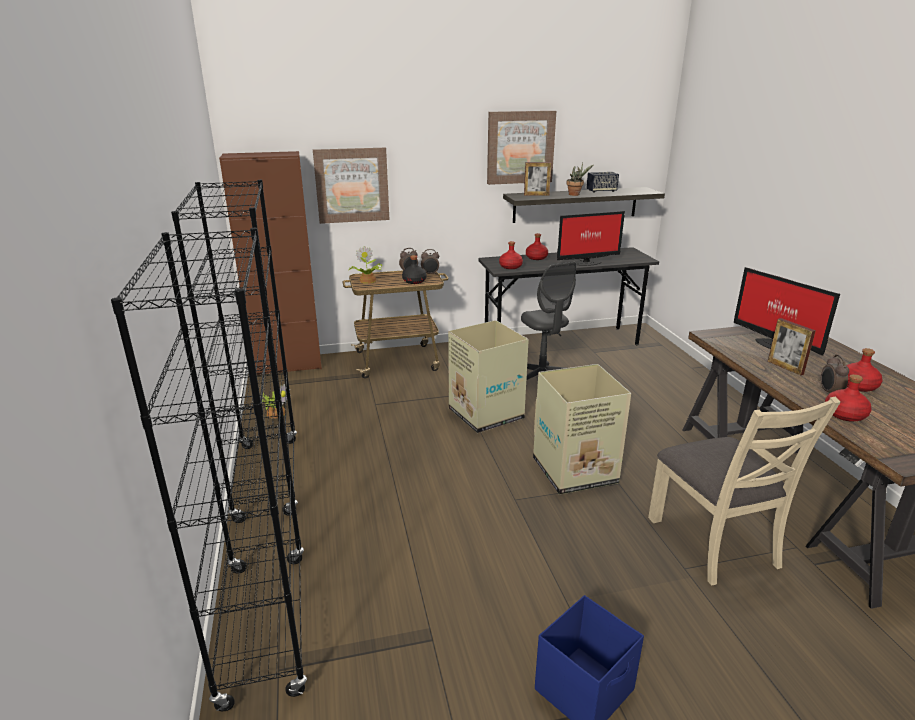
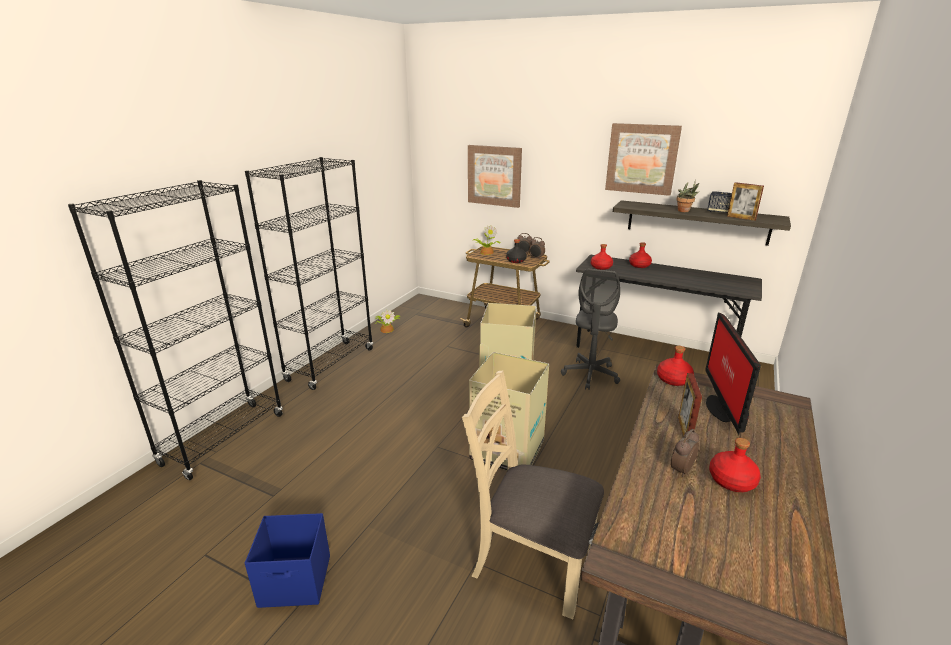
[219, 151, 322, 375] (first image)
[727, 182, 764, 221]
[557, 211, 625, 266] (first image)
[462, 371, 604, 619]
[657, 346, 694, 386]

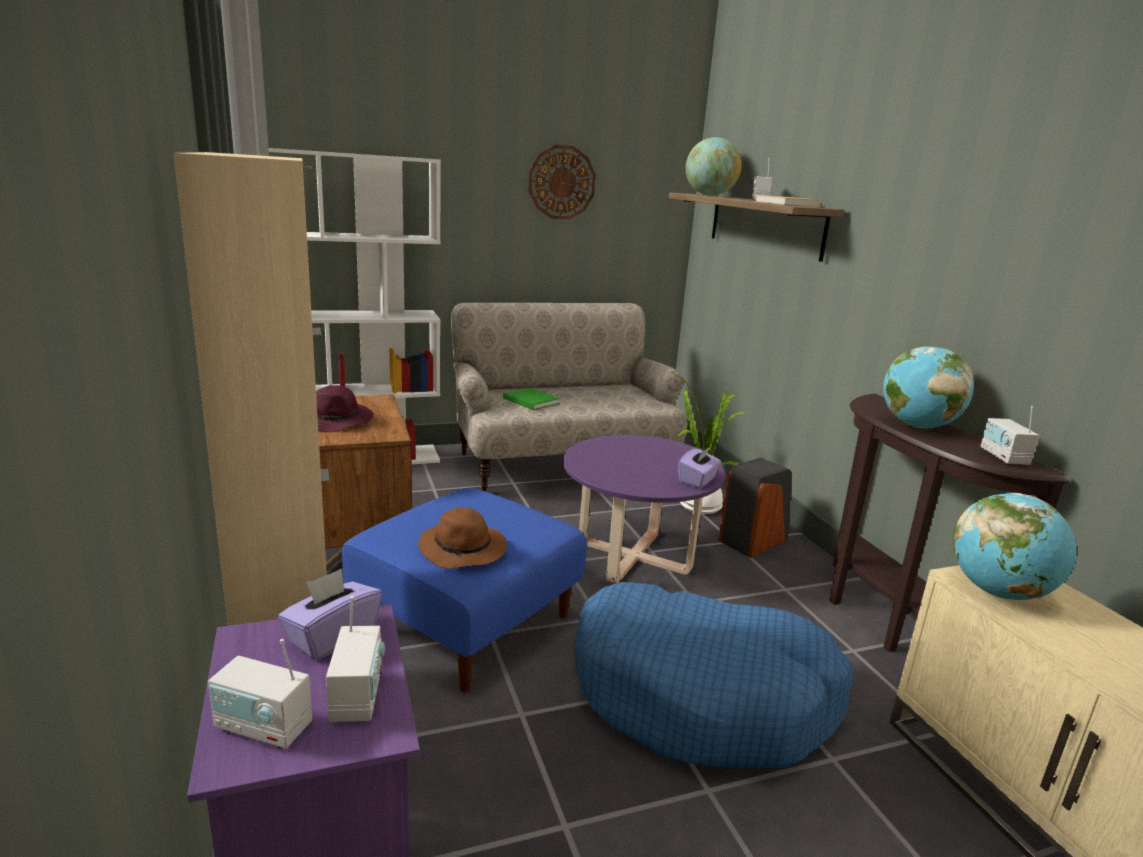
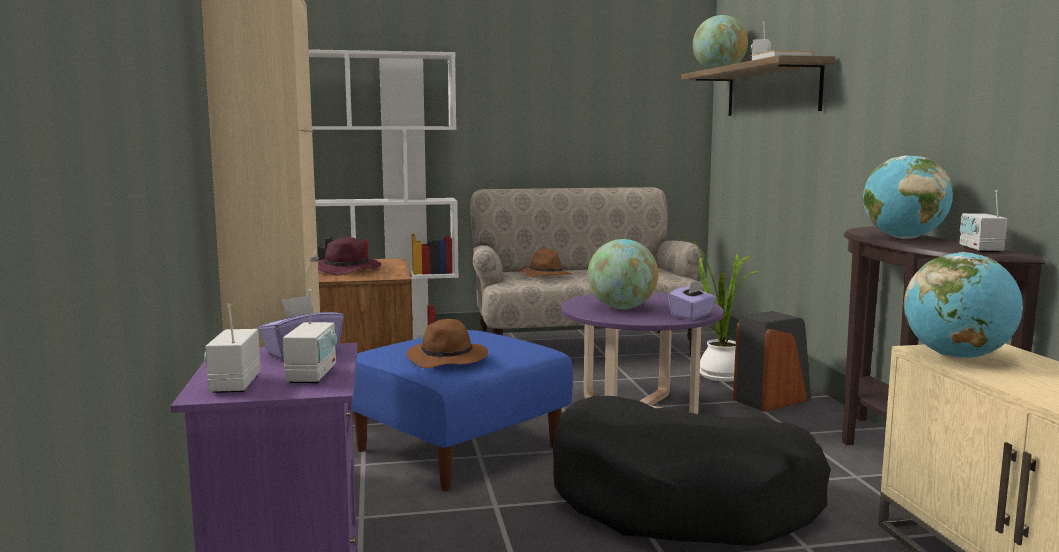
[204, 304, 261, 393]
[520, 249, 572, 278]
[528, 145, 596, 219] (first image)
[552, 396, 831, 546]
[588, 239, 658, 309]

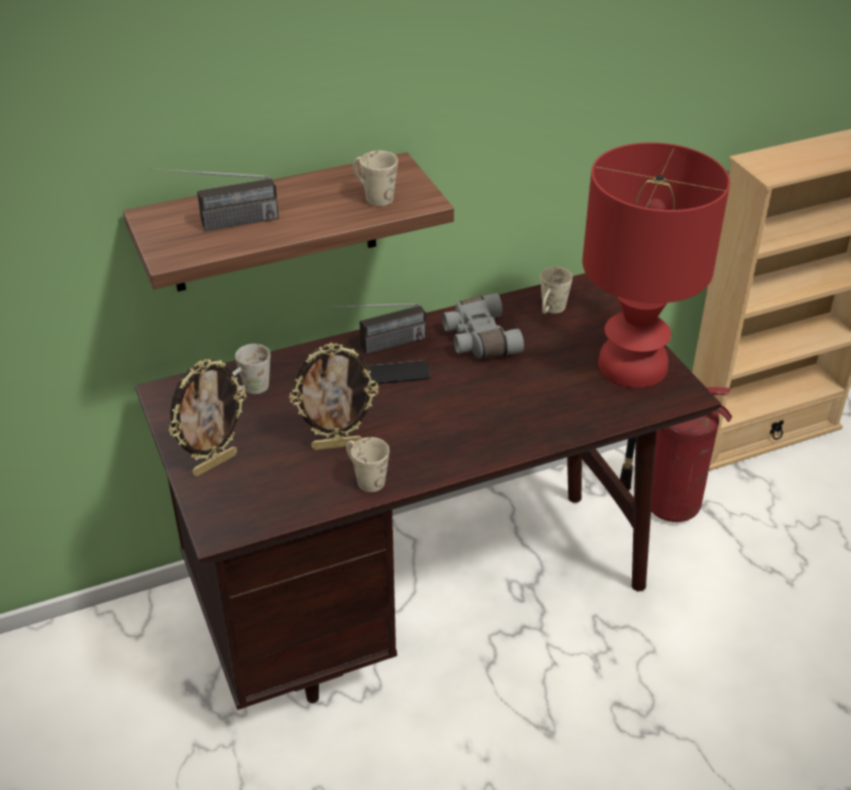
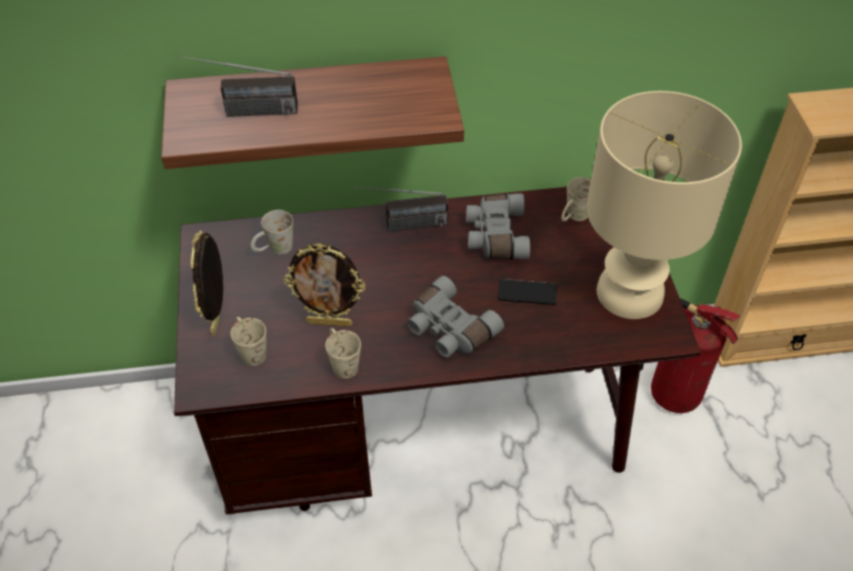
[190, 230, 223, 336]
[231, 317, 266, 366]
[498, 279, 557, 305]
[587, 91, 742, 319]
[407, 276, 504, 357]

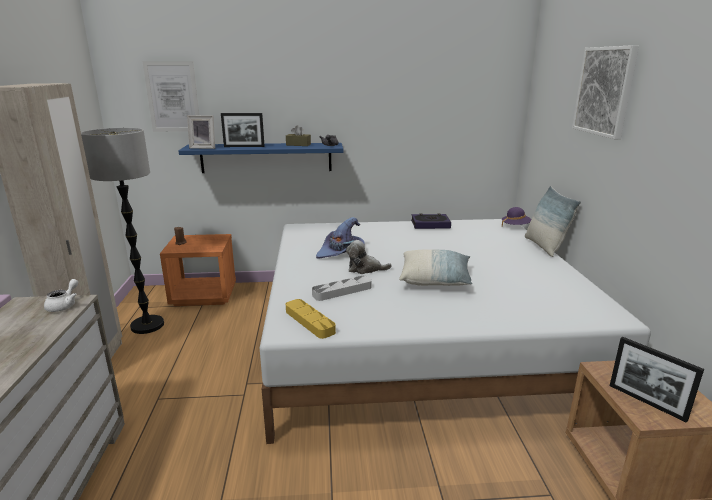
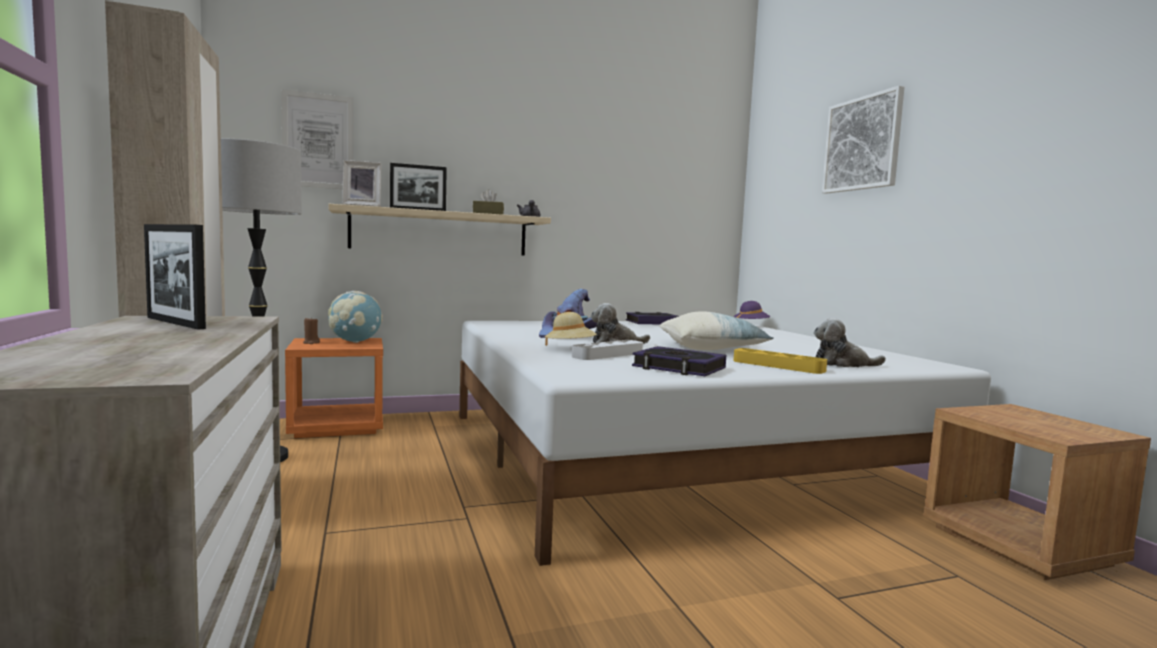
[44, 279, 78, 312] (first image)
[328, 204, 551, 256]
[733, 348, 827, 374]
[525, 186, 581, 257] (first image)
[144, 224, 206, 329]
[328, 291, 383, 343]
[545, 312, 597, 346]
[632, 346, 726, 376]
[813, 318, 886, 367]

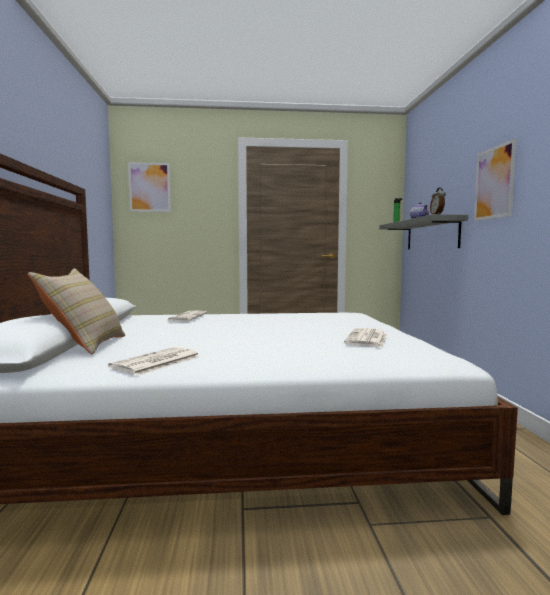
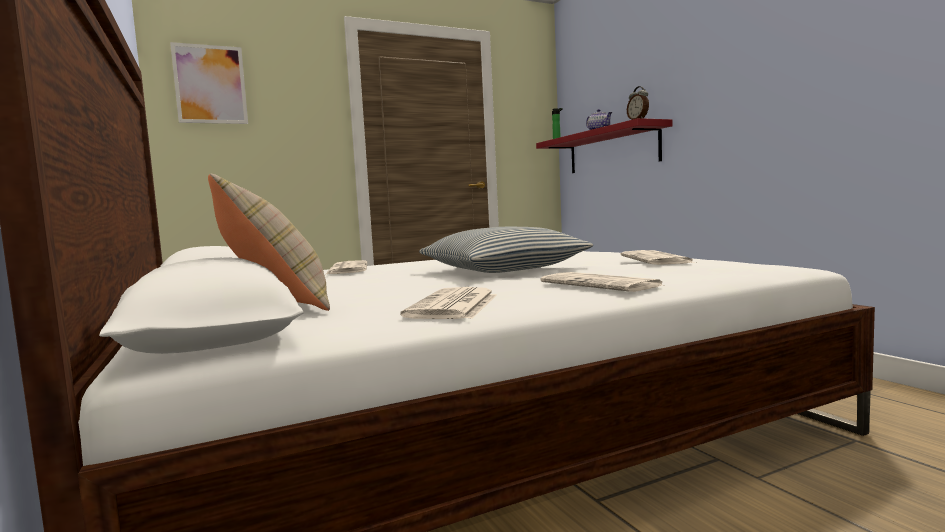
[536, 118, 672, 173]
[474, 138, 517, 221] (first image)
[419, 227, 593, 273]
[540, 272, 662, 292]

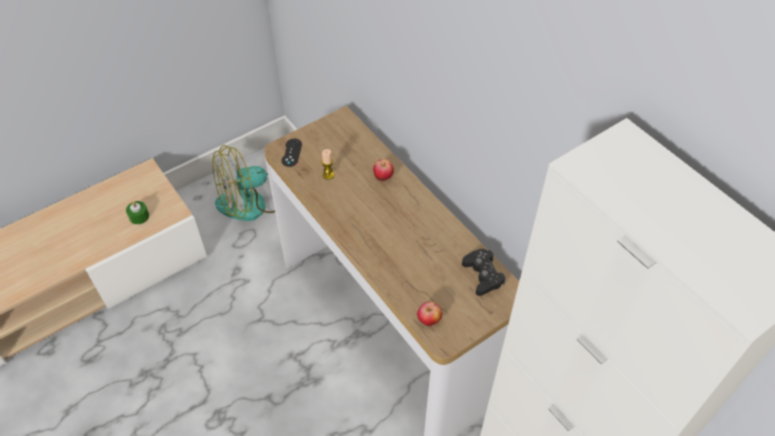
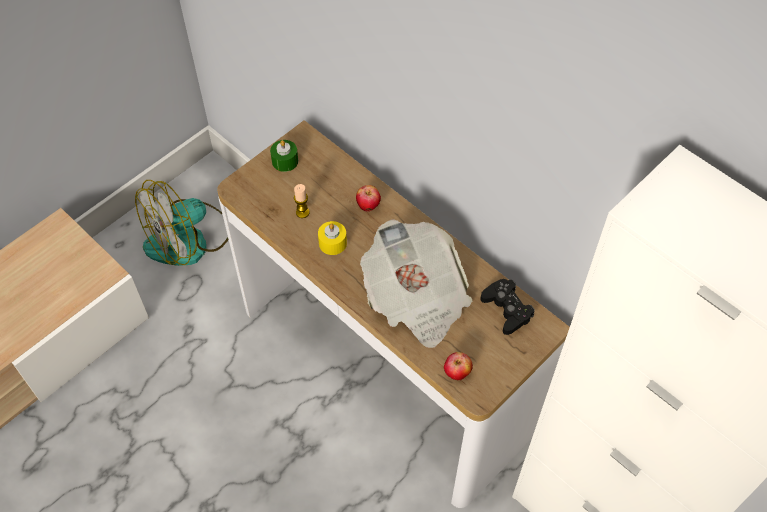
[270, 140, 298, 172]
[281, 139, 302, 167] (first image)
[318, 221, 347, 255]
[360, 219, 472, 348]

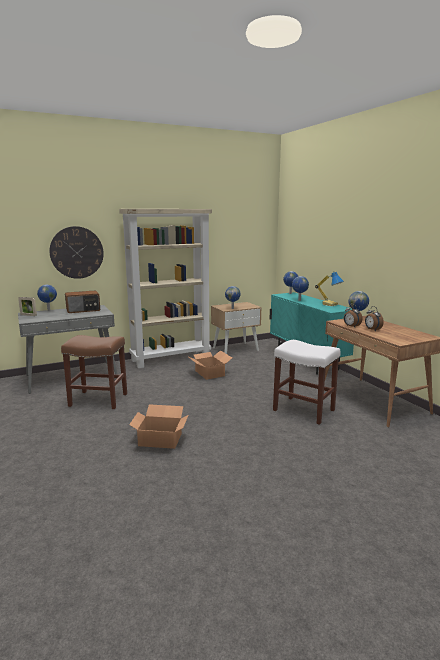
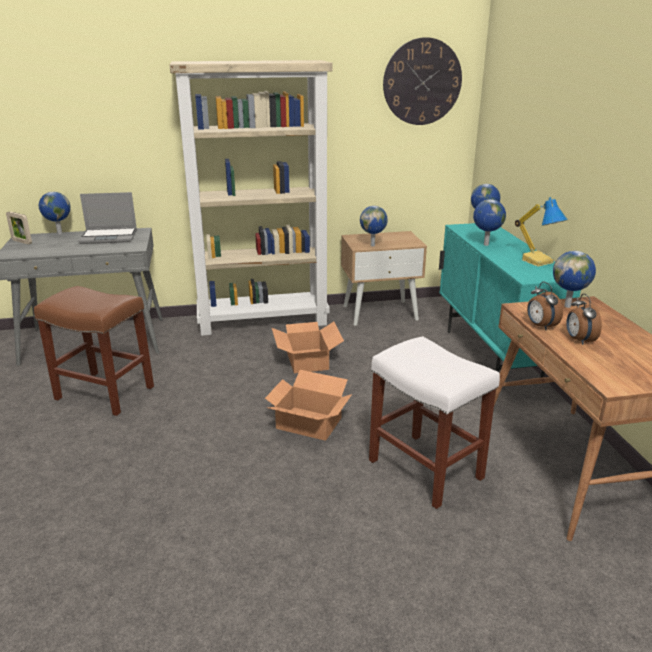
[383, 37, 462, 125]
[78, 192, 137, 244]
[265, 370, 352, 441]

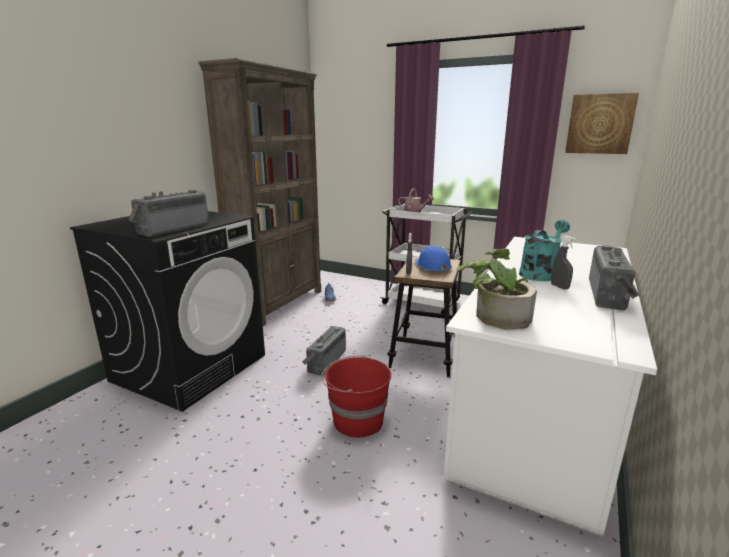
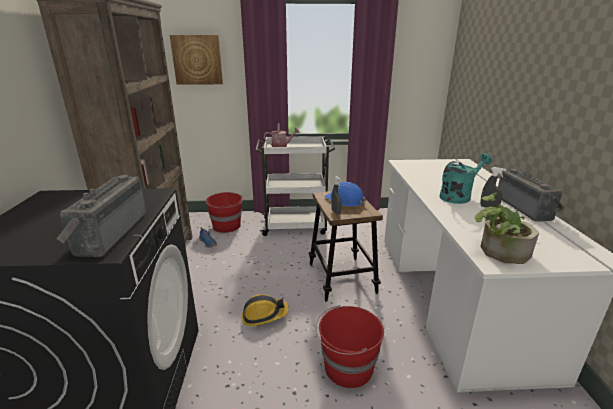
[241, 294, 289, 326]
[439, 153, 492, 204]
[170, 35, 223, 85]
[206, 192, 243, 233]

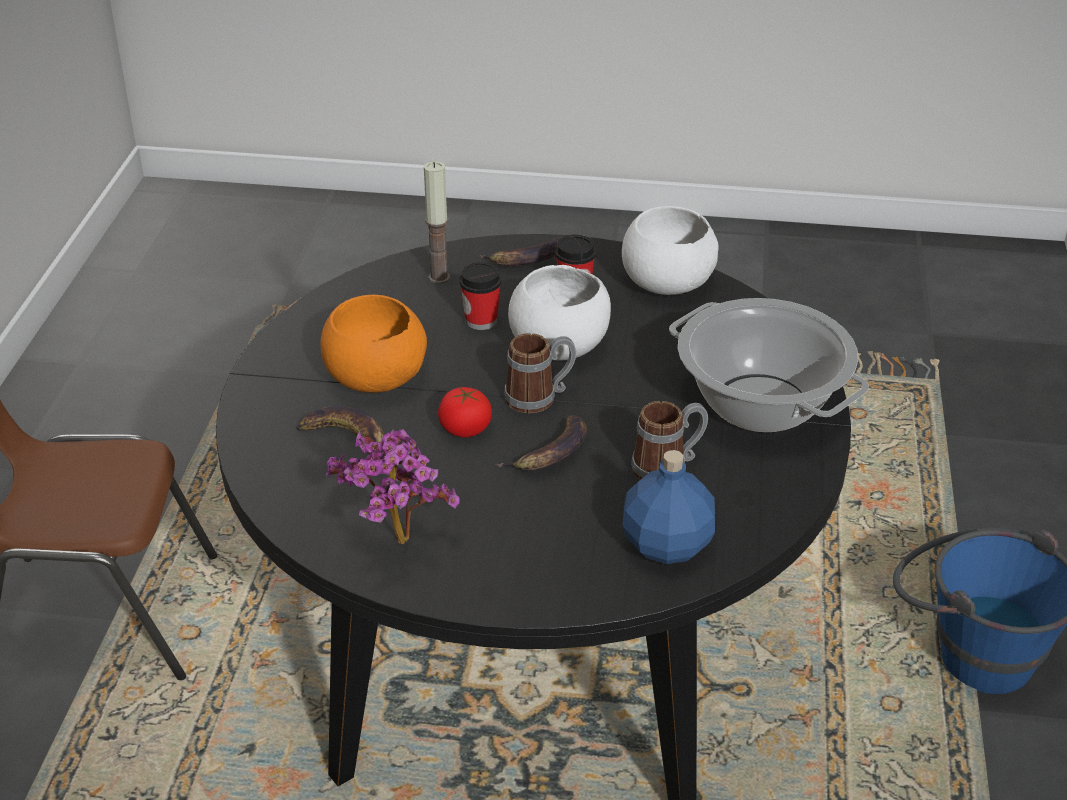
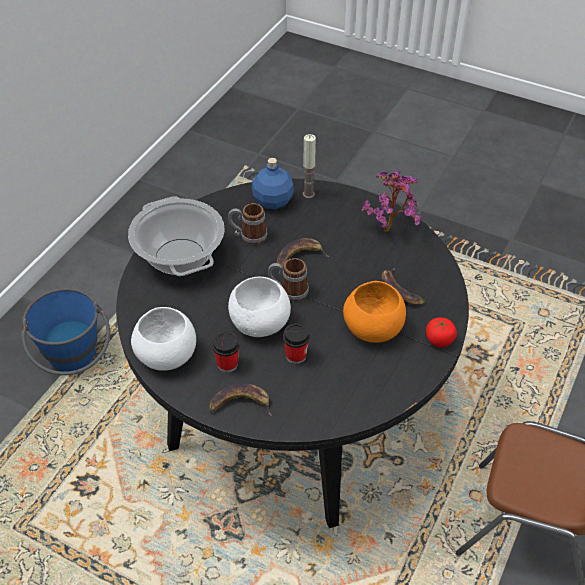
[303, 134, 316, 198]
[426, 317, 457, 348]

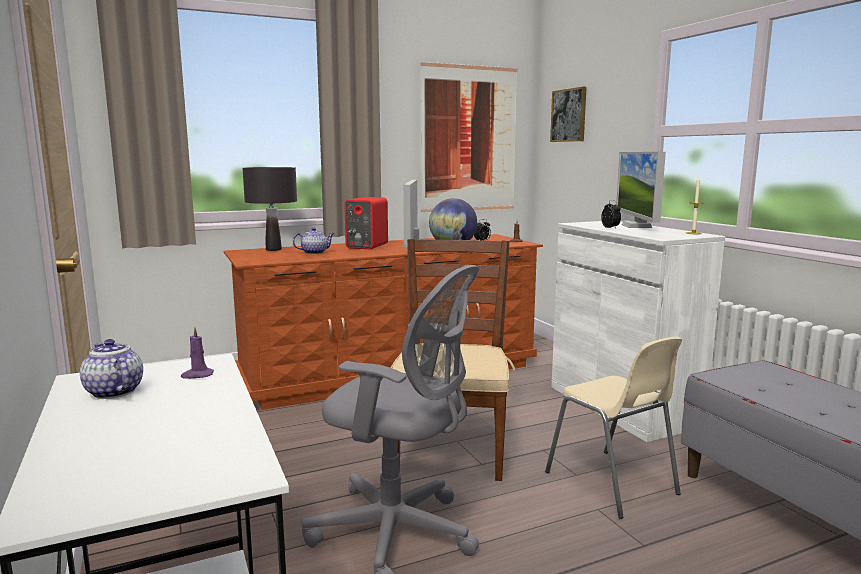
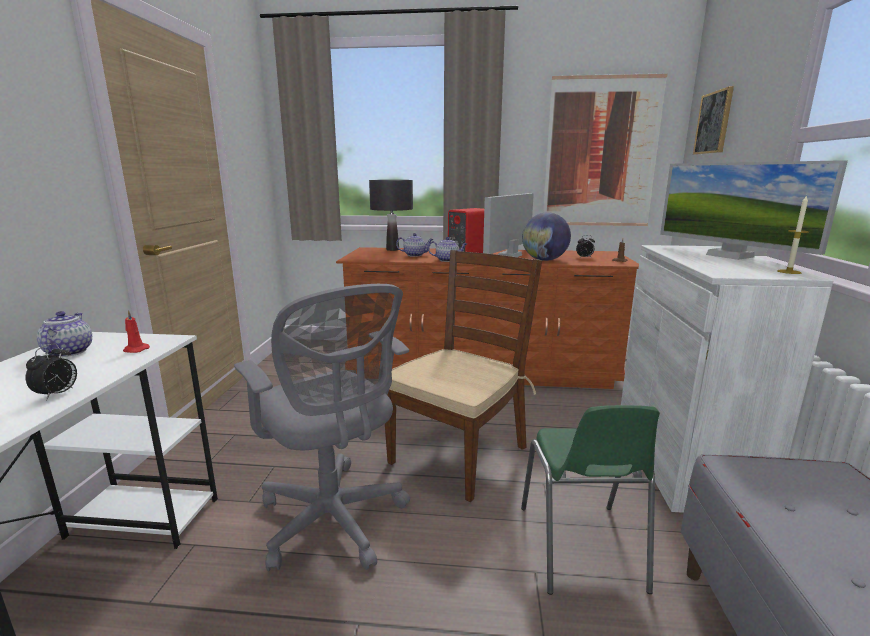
[123, 310, 150, 353]
[521, 405, 660, 595]
[25, 343, 77, 401]
[660, 160, 848, 260]
[428, 237, 467, 262]

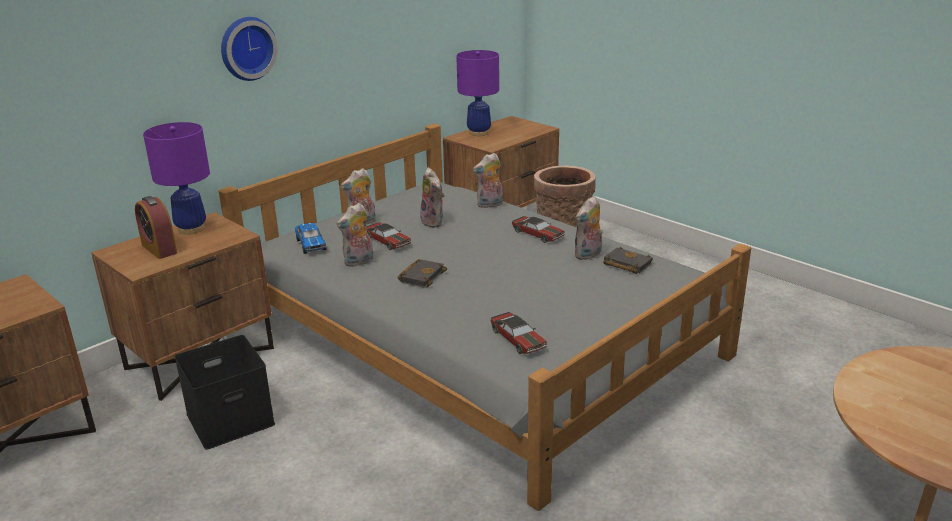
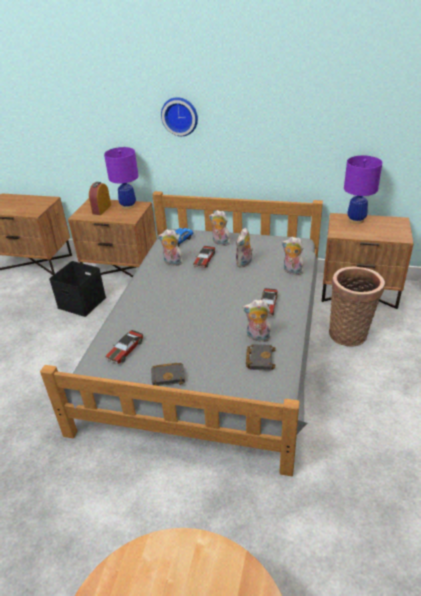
[151, 363, 185, 386]

